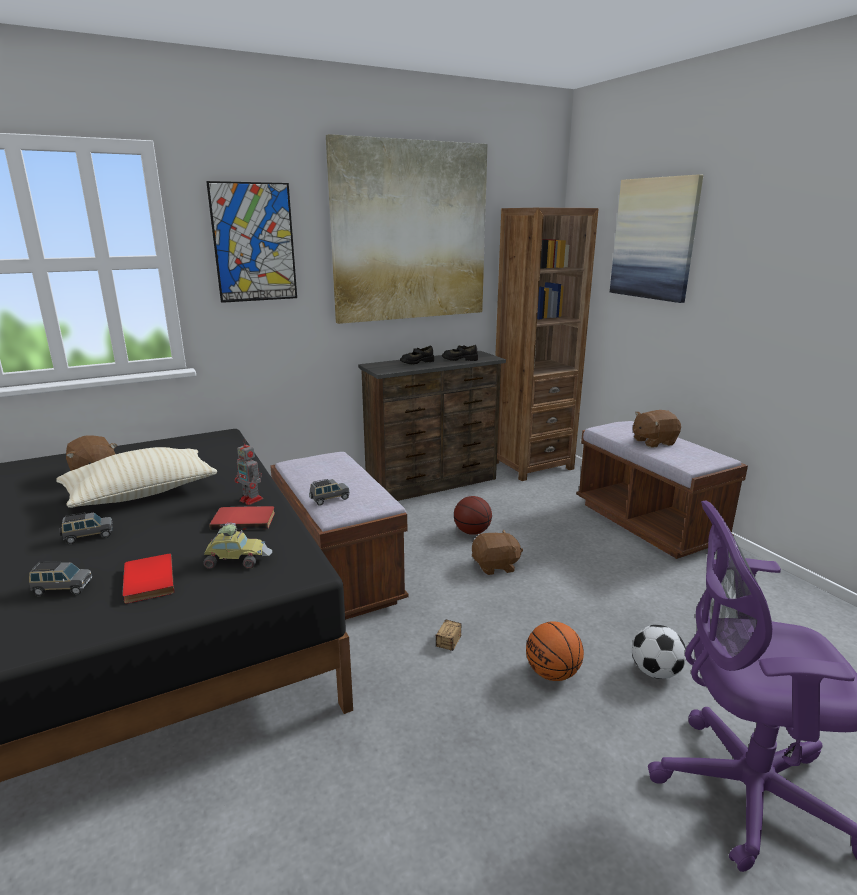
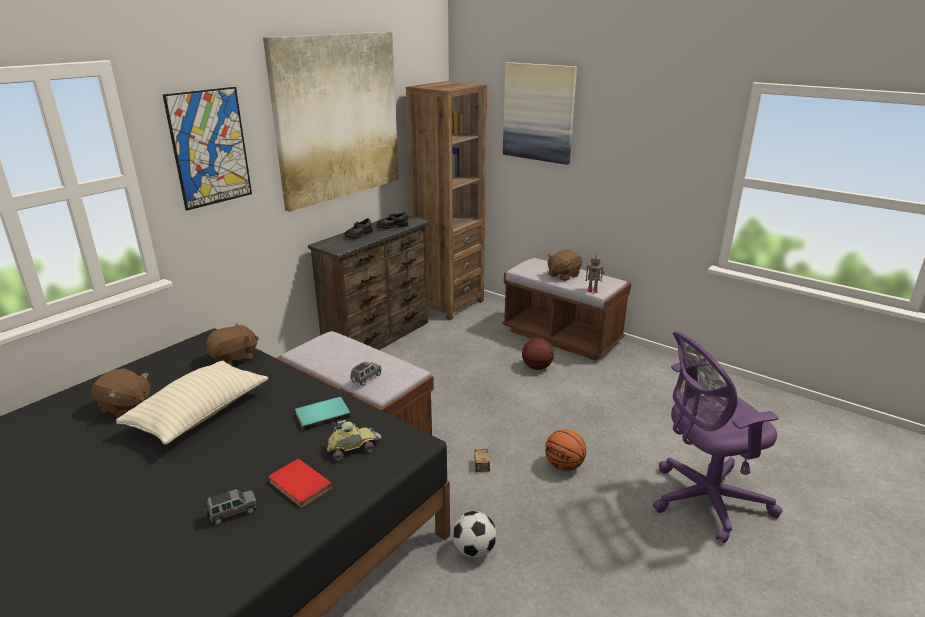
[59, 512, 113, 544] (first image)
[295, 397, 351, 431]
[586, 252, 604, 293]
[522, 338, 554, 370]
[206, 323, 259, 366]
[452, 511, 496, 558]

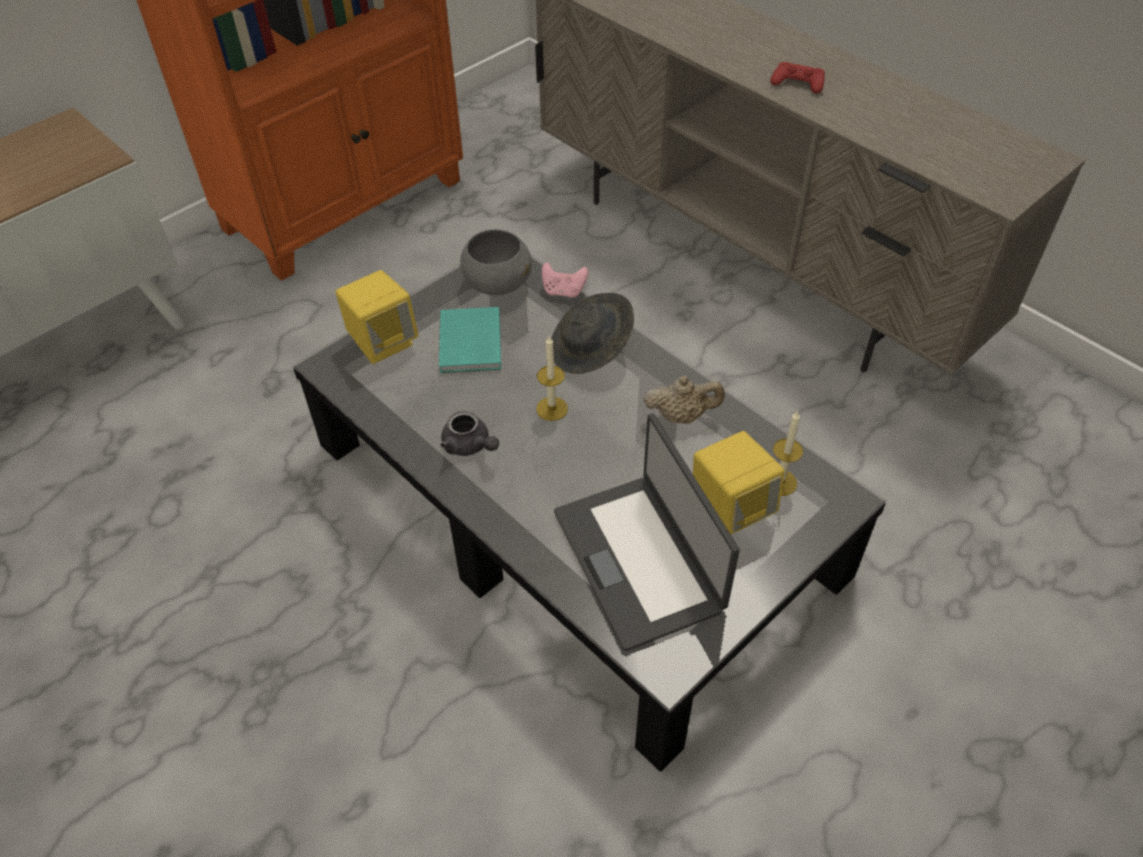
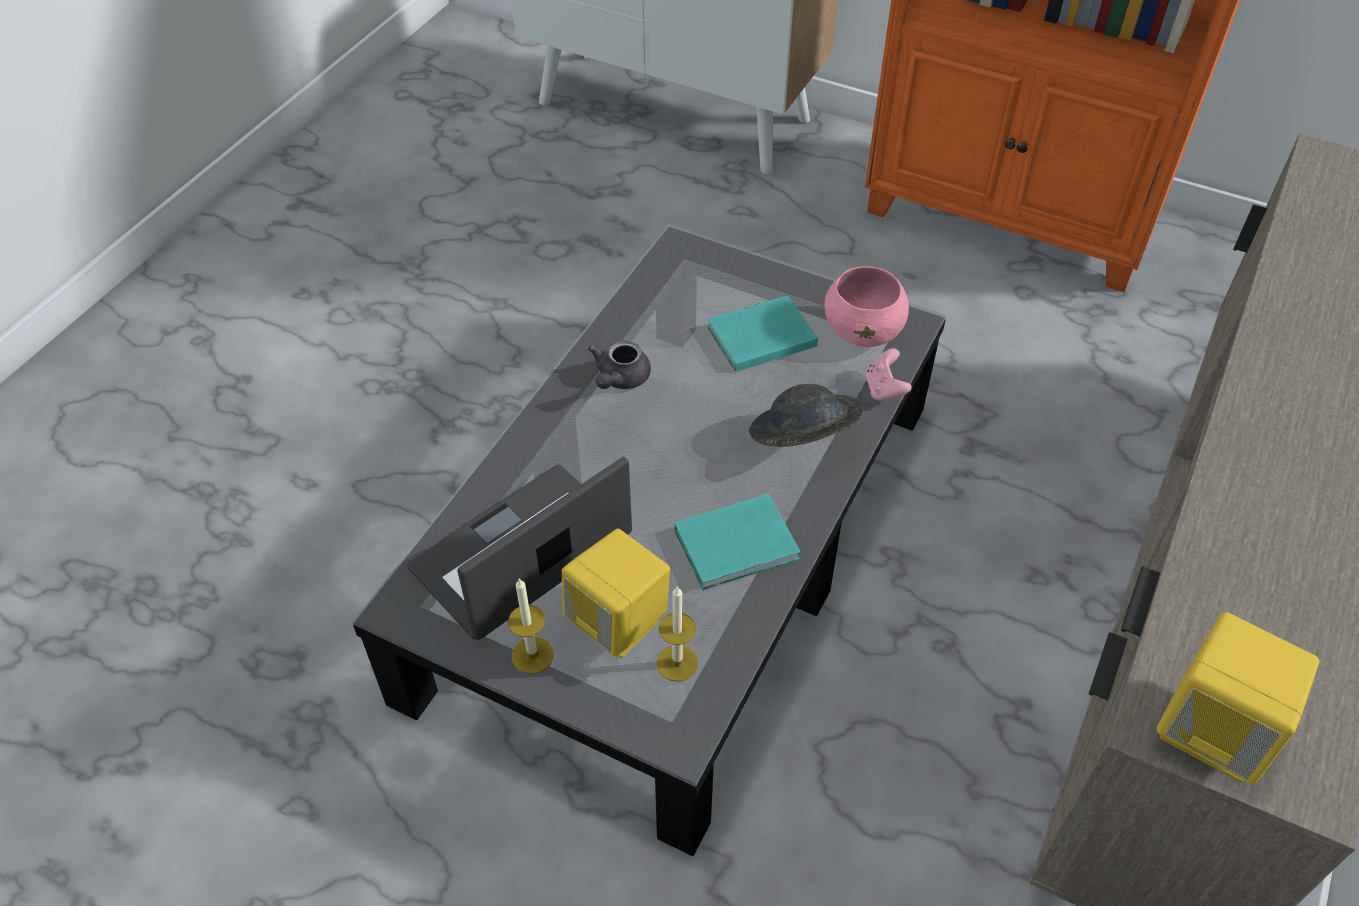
[1157, 612, 1319, 784]
[824, 266, 909, 347]
[508, 578, 553, 674]
[674, 494, 801, 591]
[770, 62, 825, 93] (first image)

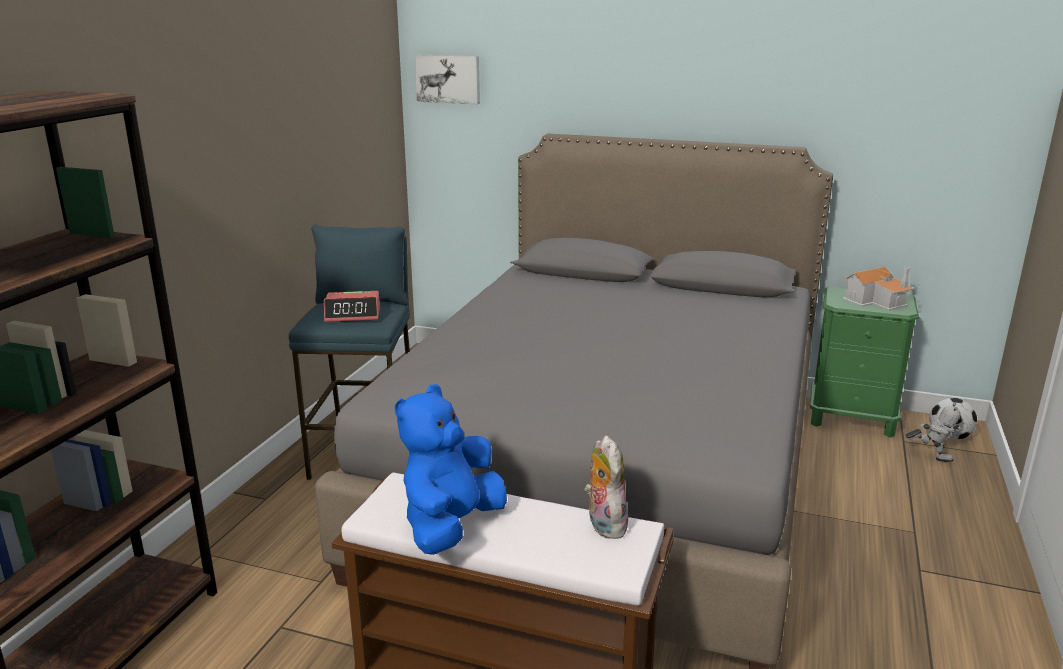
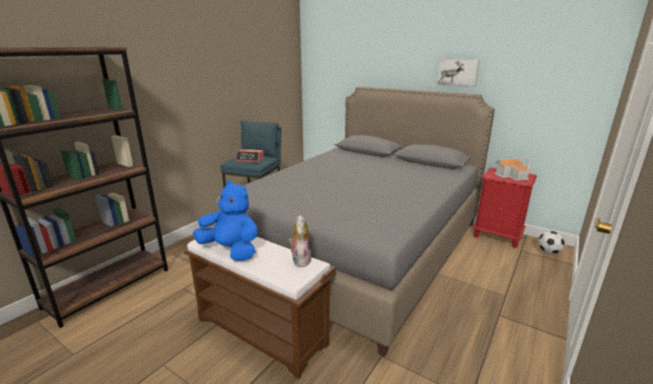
[193, 181, 258, 261]
[437, 59, 480, 87]
[473, 167, 537, 248]
[905, 403, 963, 462] (first image)

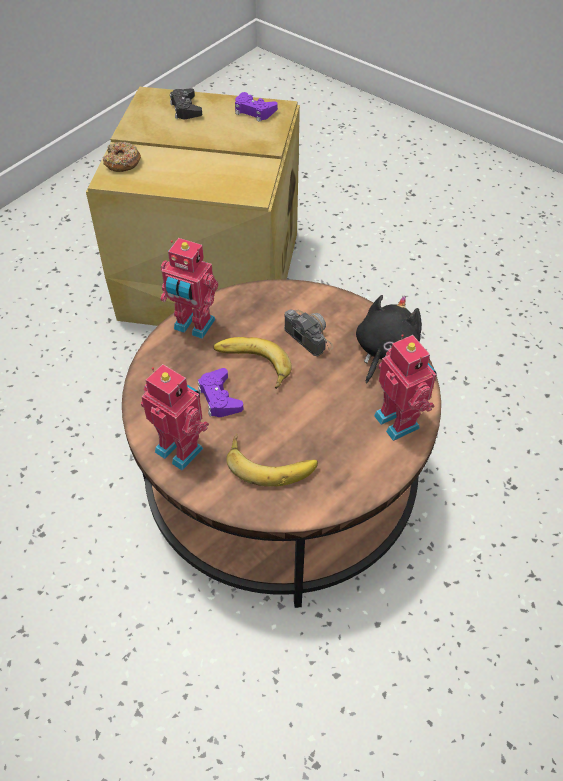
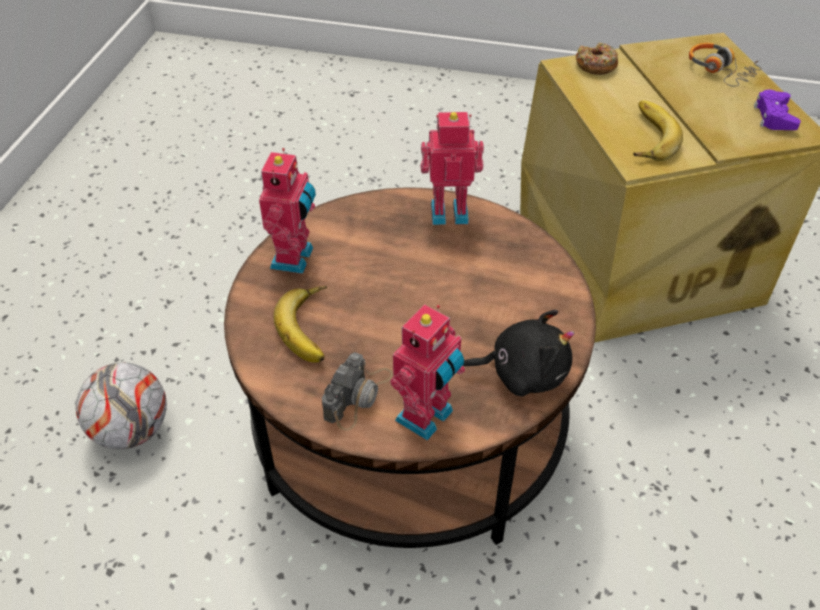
[421, 112, 484, 225]
[689, 43, 762, 87]
[198, 368, 243, 417] (first image)
[633, 100, 683, 161]
[322, 352, 393, 431]
[76, 363, 167, 449]

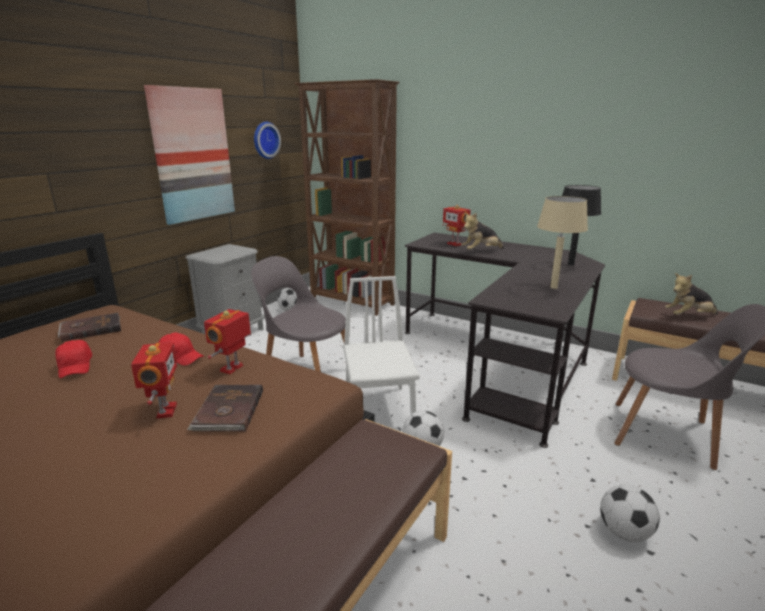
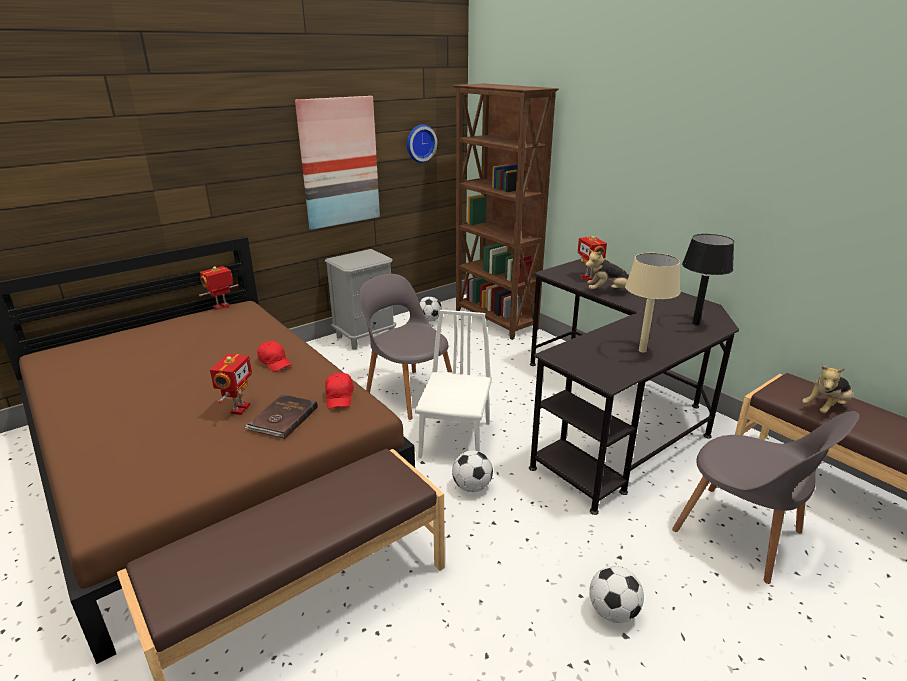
[325, 373, 354, 409]
[58, 313, 121, 342] (first image)
[199, 266, 239, 310]
[802, 366, 853, 413]

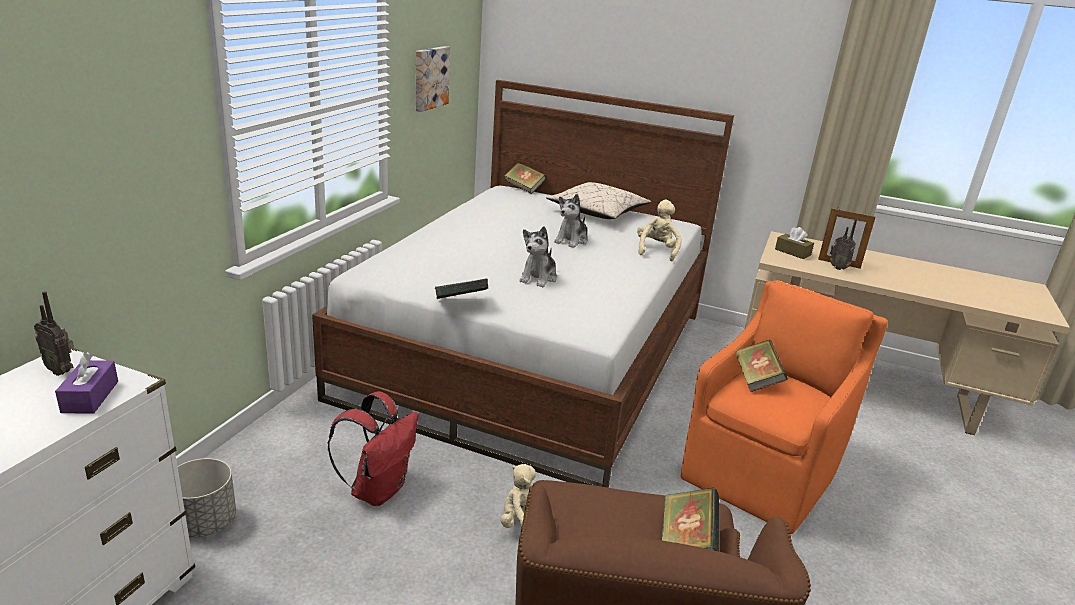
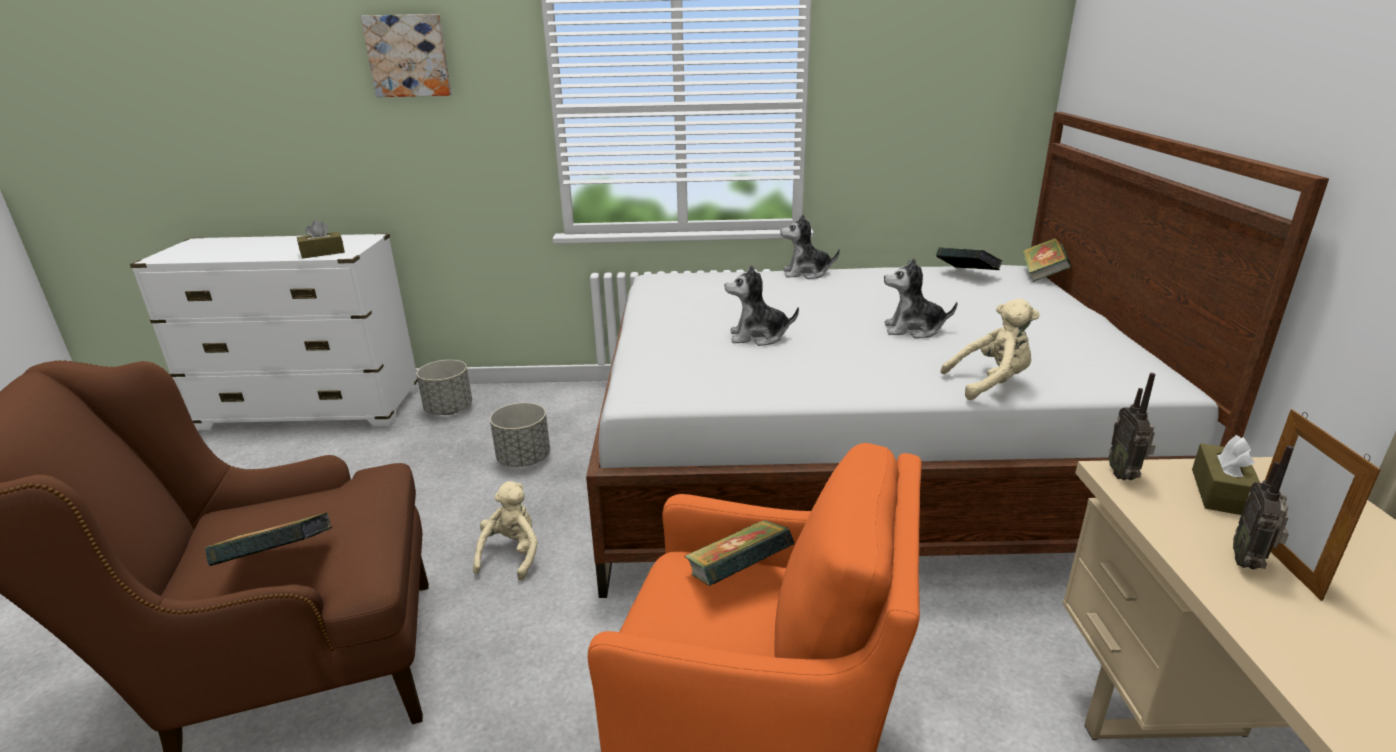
[1109, 373, 1155, 480]
[297, 220, 345, 259]
[490, 402, 550, 467]
[361, 14, 452, 97]
[936, 247, 1002, 270]
[546, 182, 651, 219] (first image)
[780, 214, 840, 279]

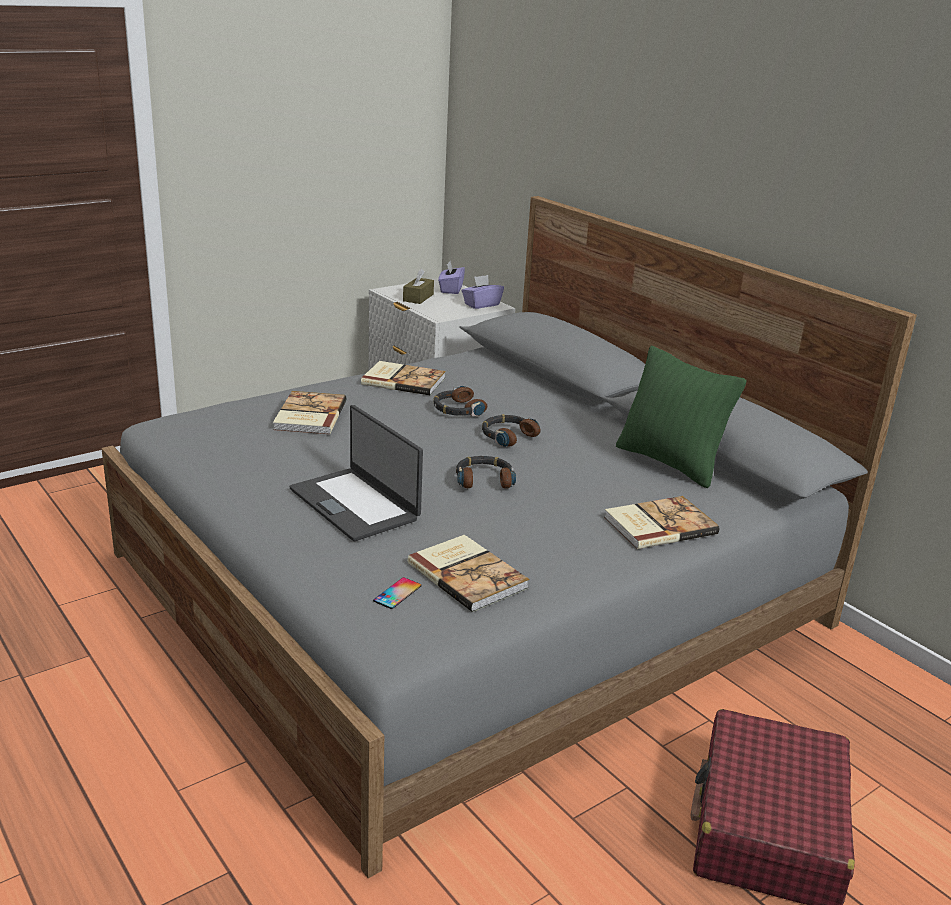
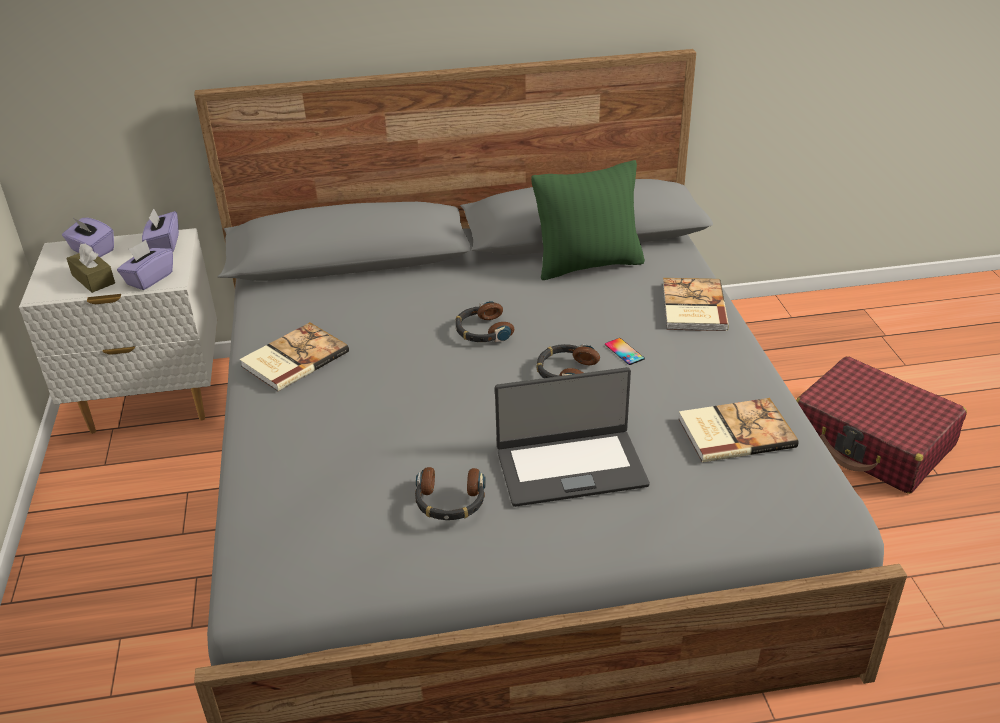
[273, 391, 346, 434] (first image)
[605, 338, 645, 365]
[415, 467, 486, 520]
[117, 240, 173, 290]

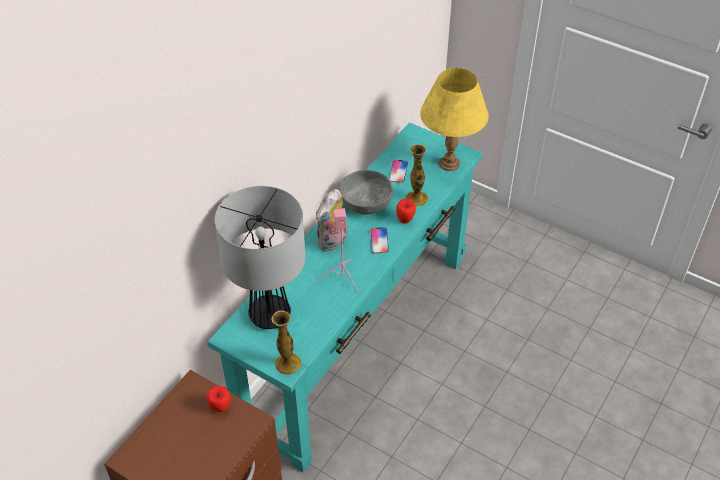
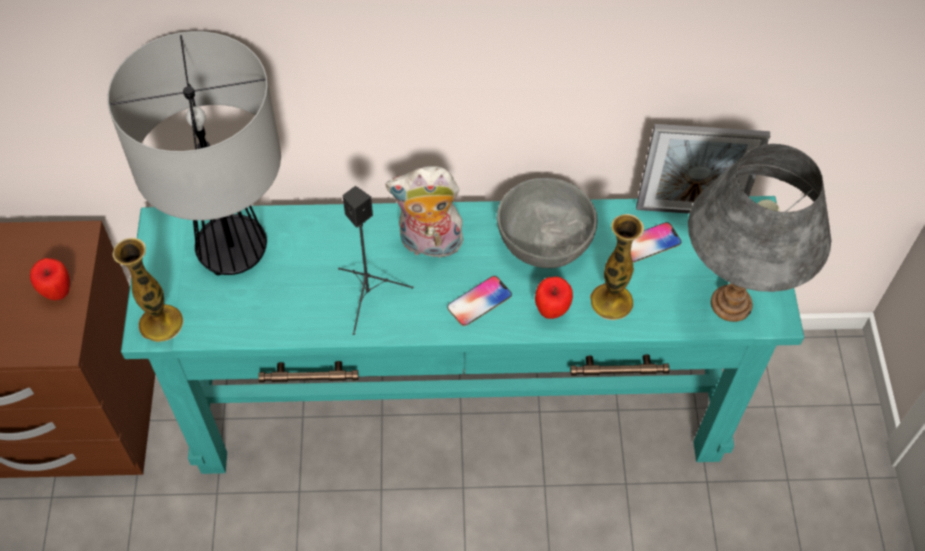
[338, 186, 413, 335]
[688, 144, 831, 322]
[636, 124, 770, 214]

